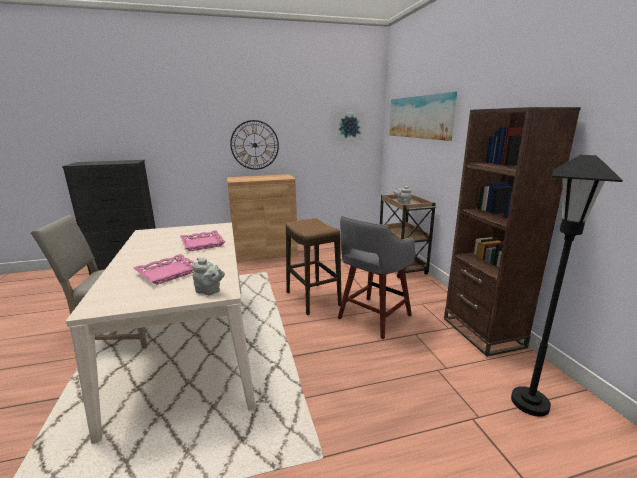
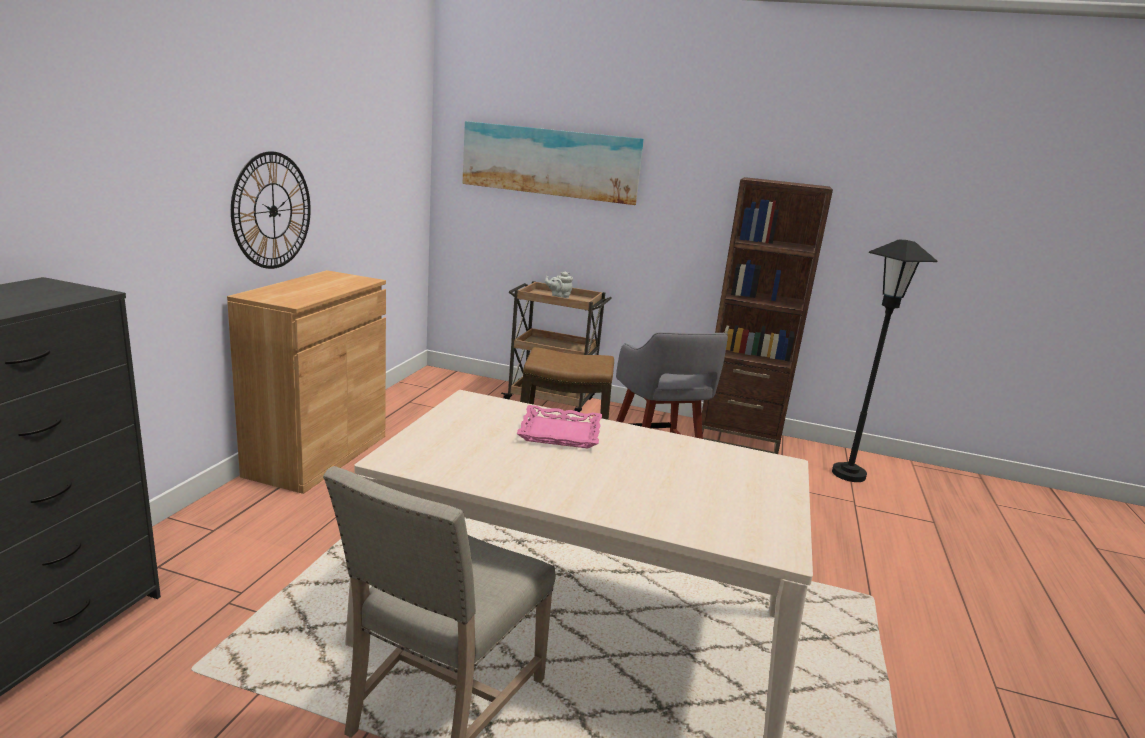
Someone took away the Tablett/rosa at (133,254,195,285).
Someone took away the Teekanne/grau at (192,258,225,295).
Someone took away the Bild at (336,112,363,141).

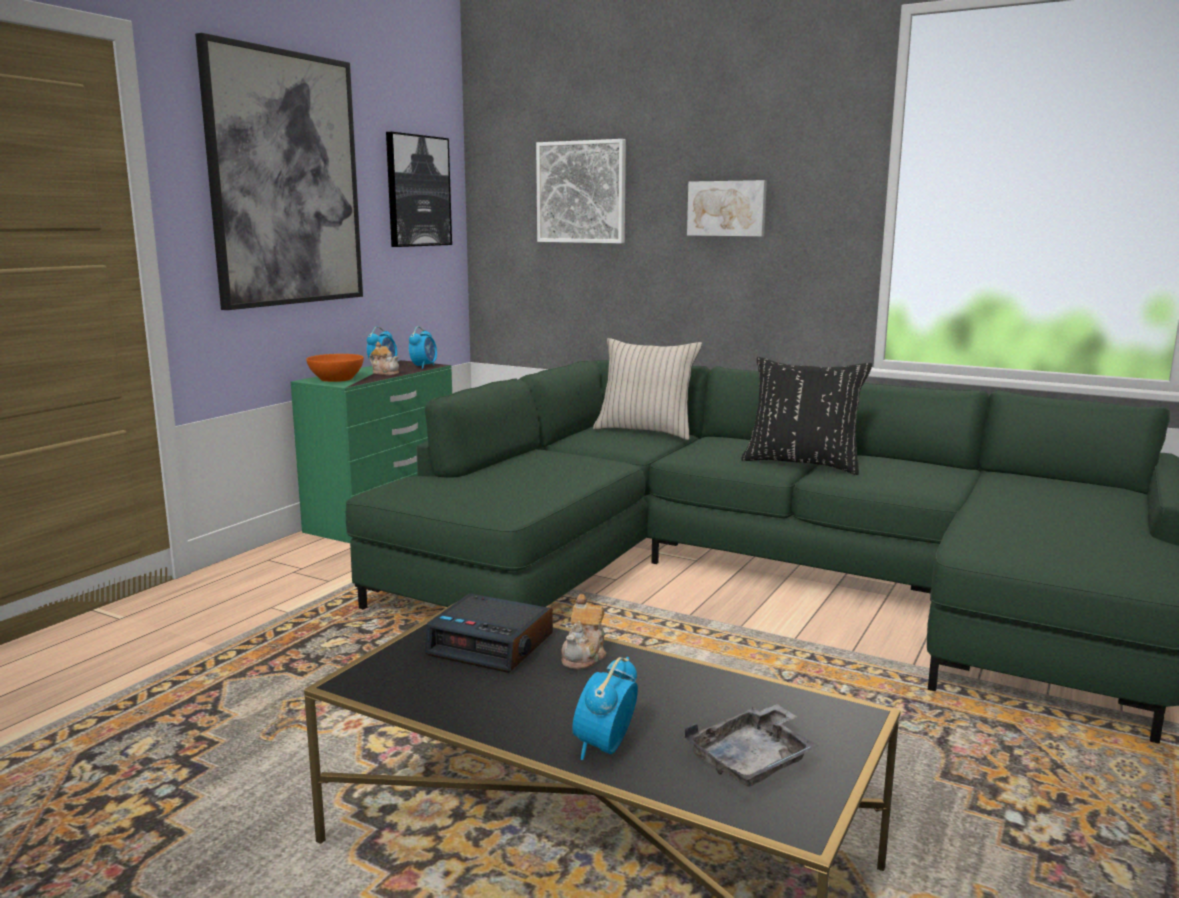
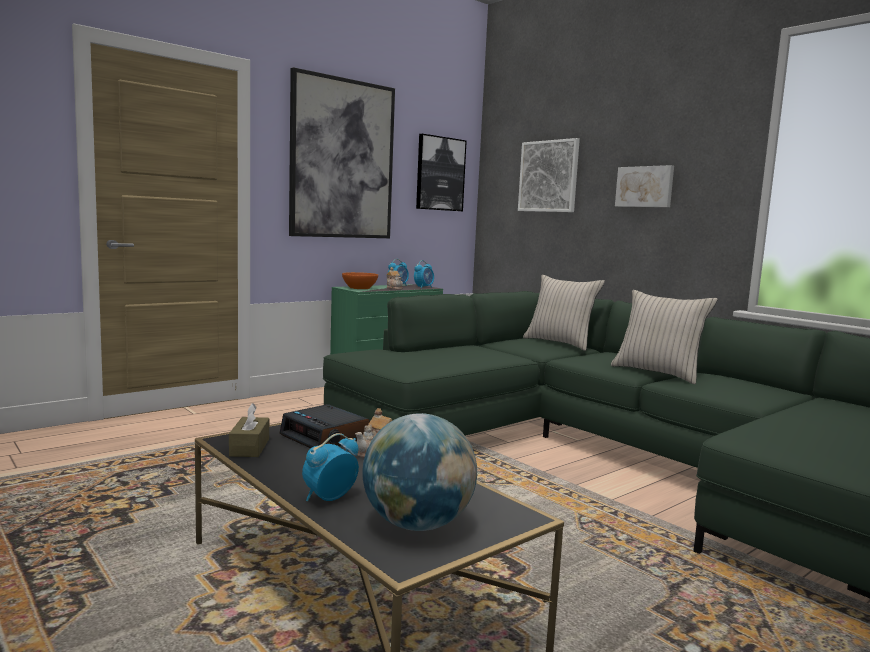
Someone swapped the Tablett/grau at (685,704,819,787) for the Globus at (362,413,477,531).
Someone repainted the Kissen/schwarz at (741,357,872,475), which became the Kissen/beige at (611,290,718,384).
Someone put down the Taschentuchbox/braun at (229,403,269,457).

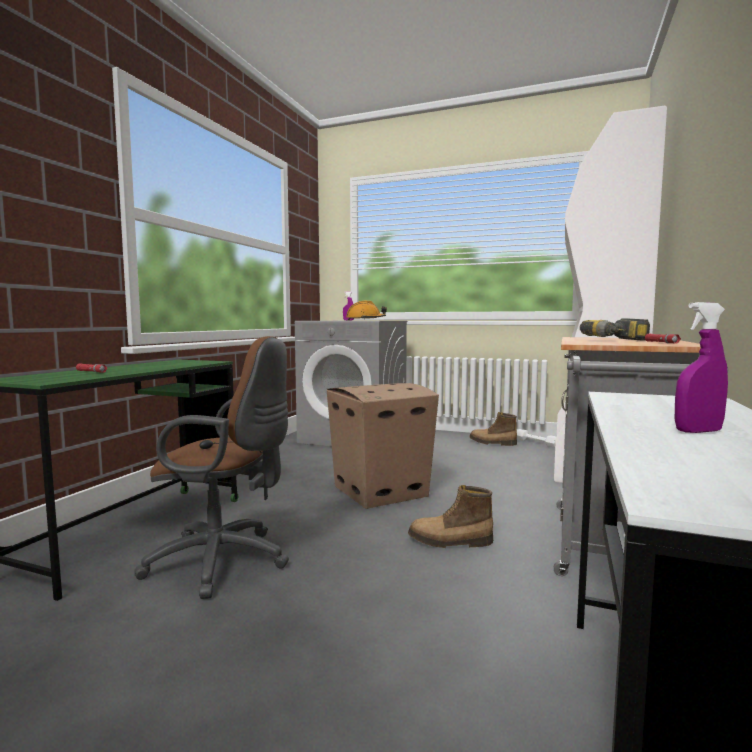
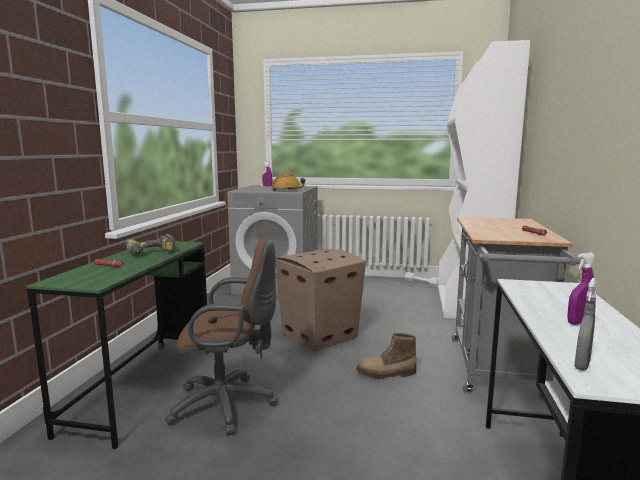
Someone took away the Stiefel at (469,412,517,446).
Someone carried the Bohrmaschine from (580,318,650,341) to (125,234,176,254).
Someone put down the Sprühflasche/grau at (574,278,597,370).

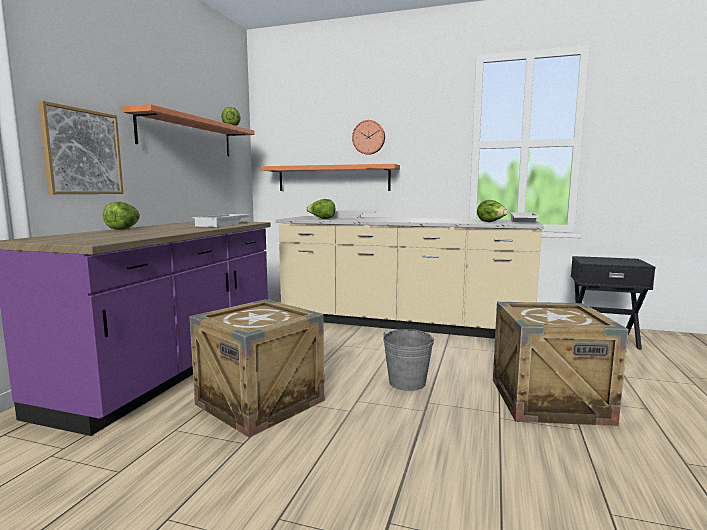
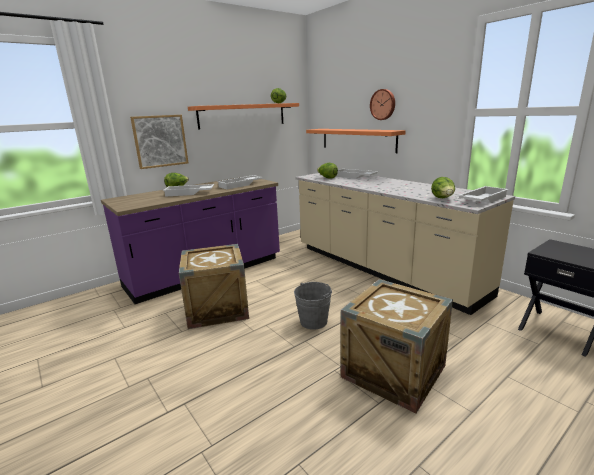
Someone put down the Tablett/weiß at (163,184,214,197).

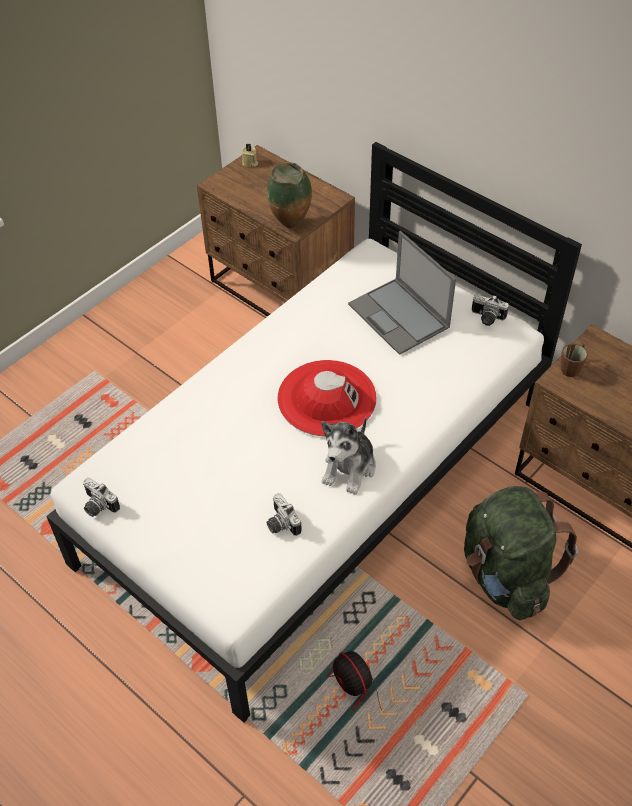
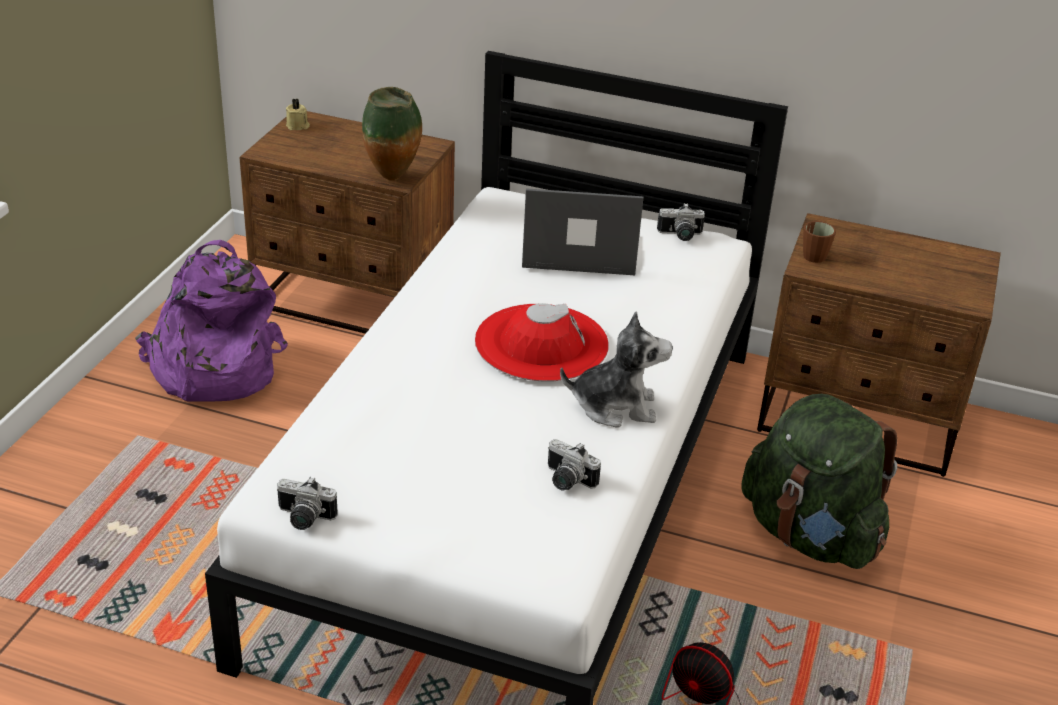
Someone rotated the Plüschtier at (321,417,376,495) by 90 degrees counterclockwise.
Someone rotated the Laptop at (348,231,456,355) by 150 degrees clockwise.
Someone put down the Rucksack/lila at (135,240,288,402).

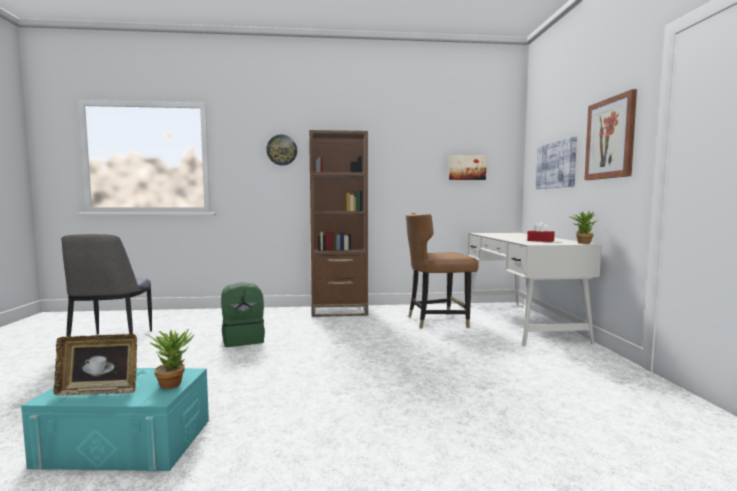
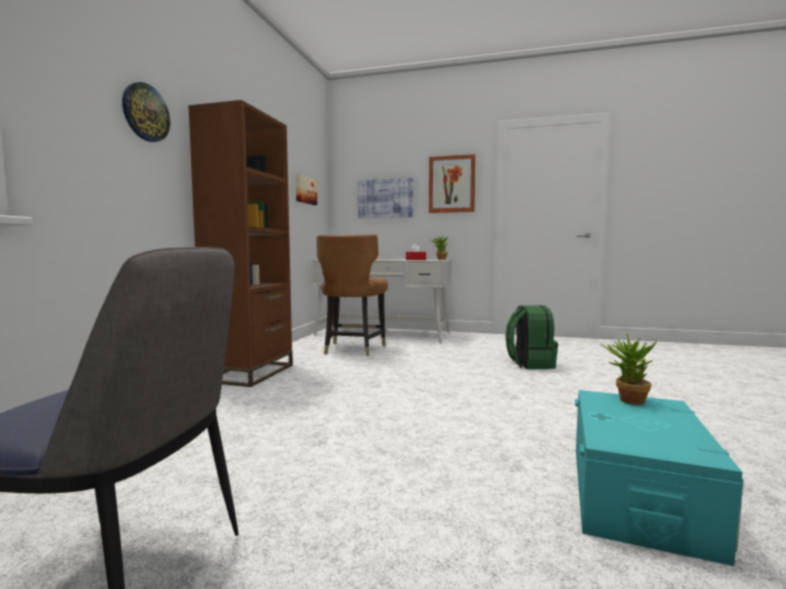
Someone took away the Bilderrahmen at (54,334,137,396).
Someone carried the Rucksack/grün from (221,282,265,347) to (505,305,558,369).

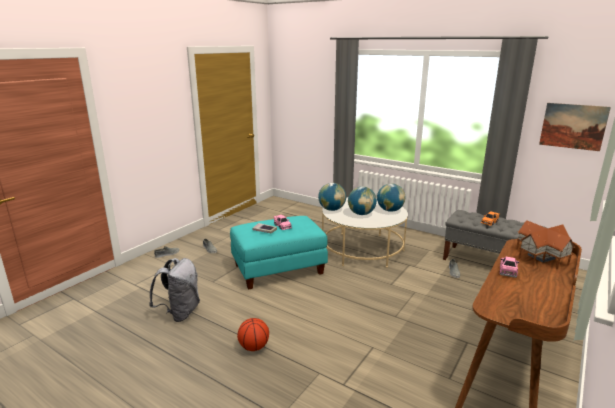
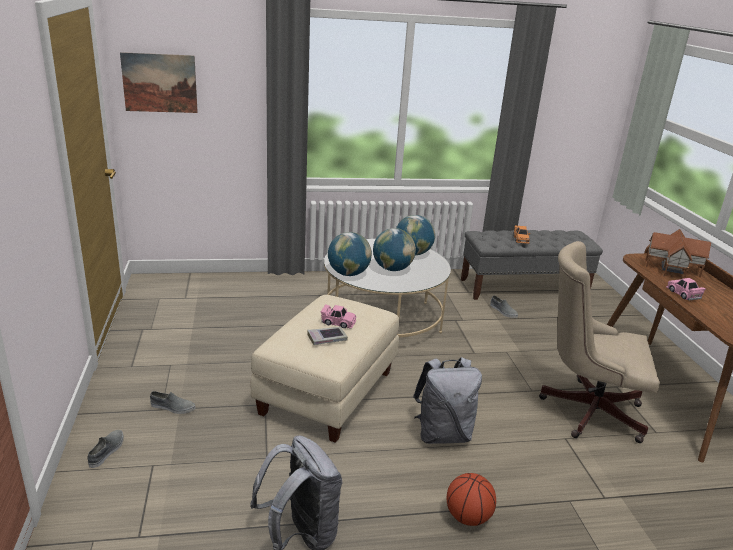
Someone repainted the Polsterhocker/türkis at (230,216,328,290), which became the Polsterhocker/beige at (251,295,399,443).
Someone carried the Bild from (539,103,611,151) to (120,52,198,113).
Someone put down the Rucksack/grau at (413,357,482,444).
Someone put down the Bürostuhl/beige at (539,241,660,443).

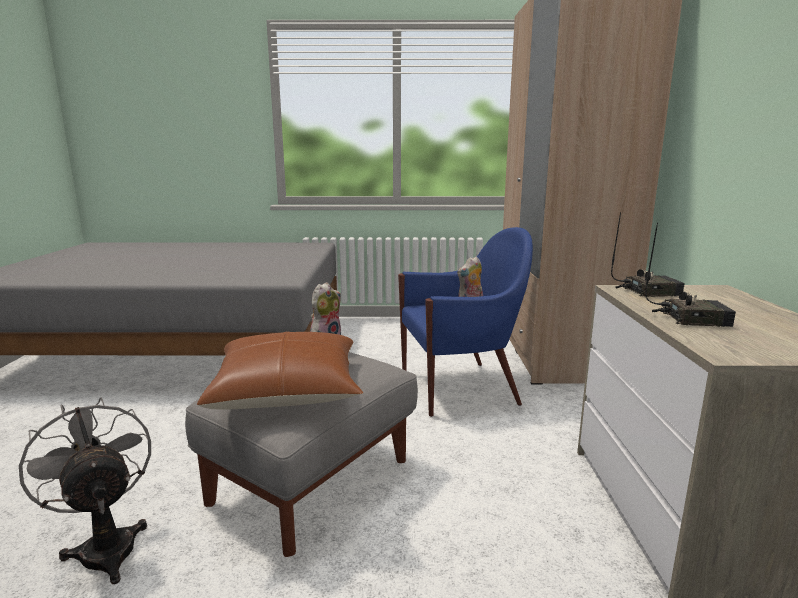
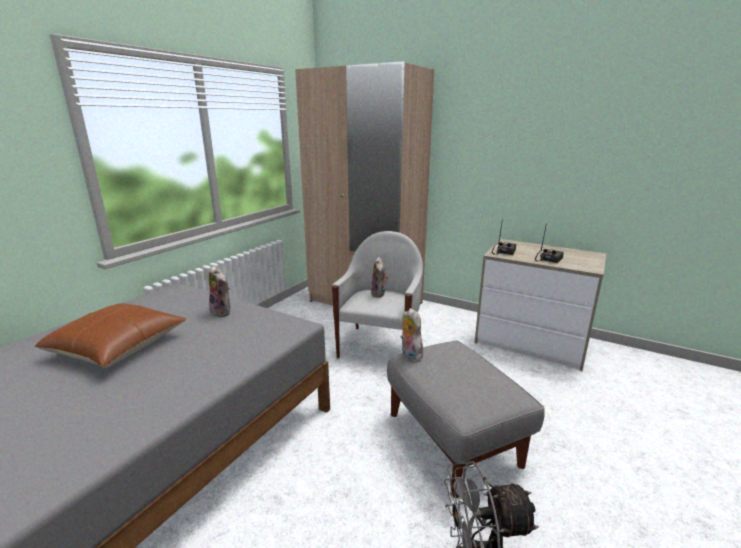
Someone carried the Kissen/braun from (197,332,363,410) to (35,303,187,368).
Someone repainted the Sessel/blau at (398,227,533,417), which became the Sessel/weiß at (332,231,423,358).
Someone put down the Plüschtier at (209,266,230,317).

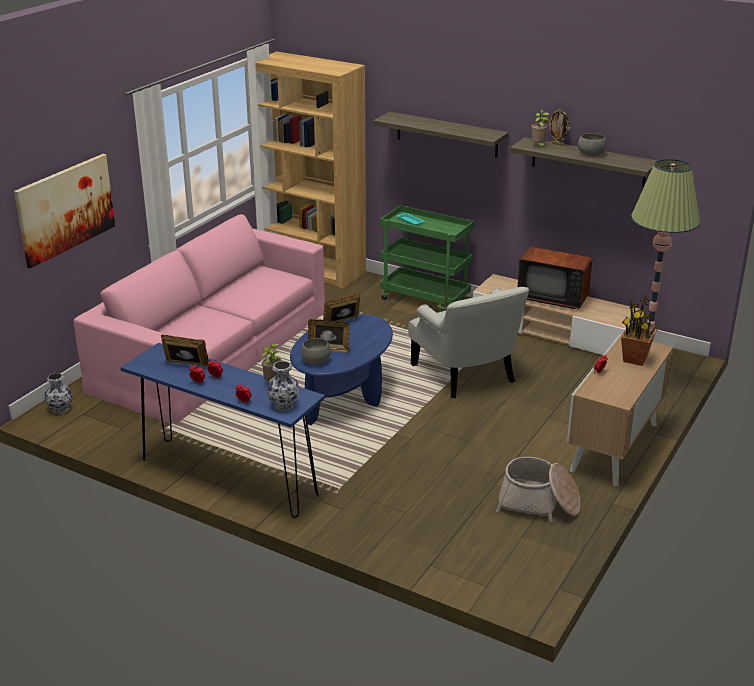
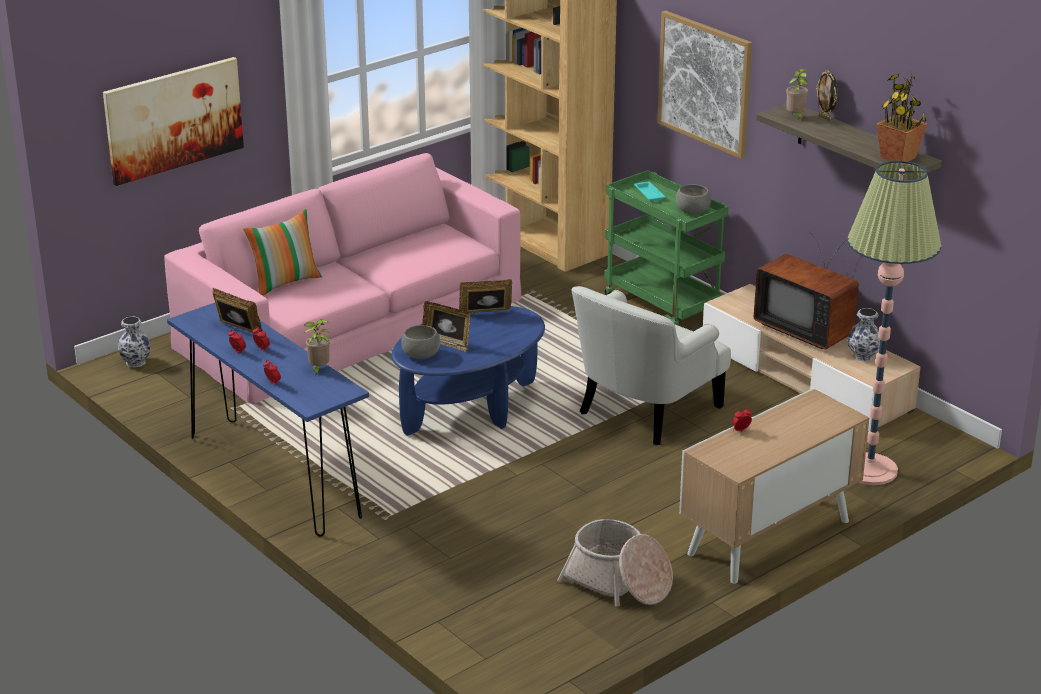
Someone carried the Vase from (267,361,299,411) to (848,308,880,362).
Someone swapped the Wandregal at (373,112,509,158) for the Bild at (657,11,752,159).
Someone rotated the Sessel/weiß at (408,287,529,398) by 45 degrees clockwise.
Someone carried the Schüssel/grau from (578,133,607,156) to (676,185,711,214).
Someone carried the Topfpflanze from (621,294,658,366) to (876,71,927,162).
Someone put down the Kissen at (243,209,322,296).

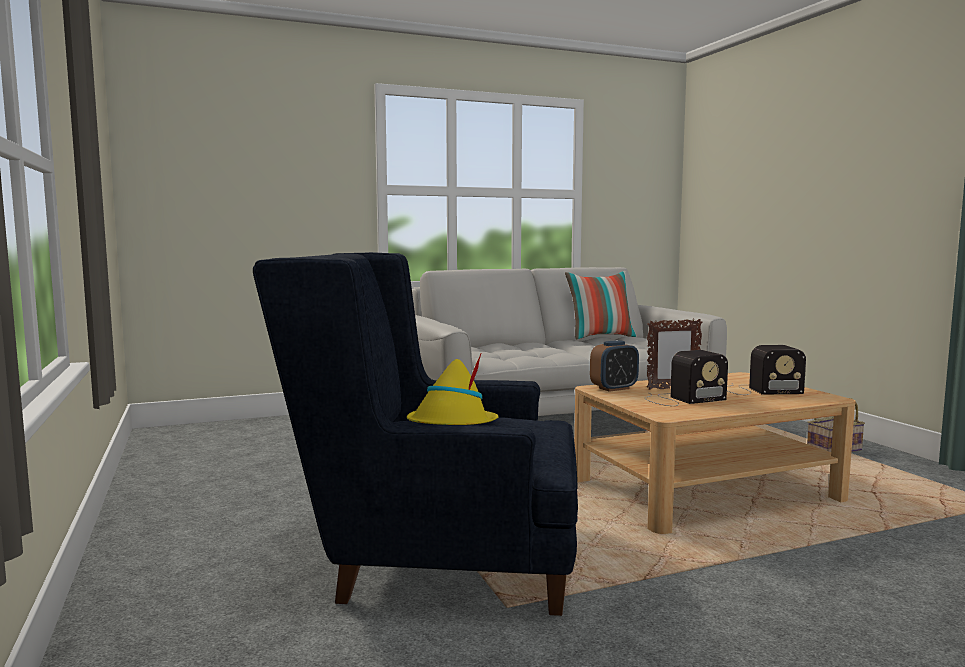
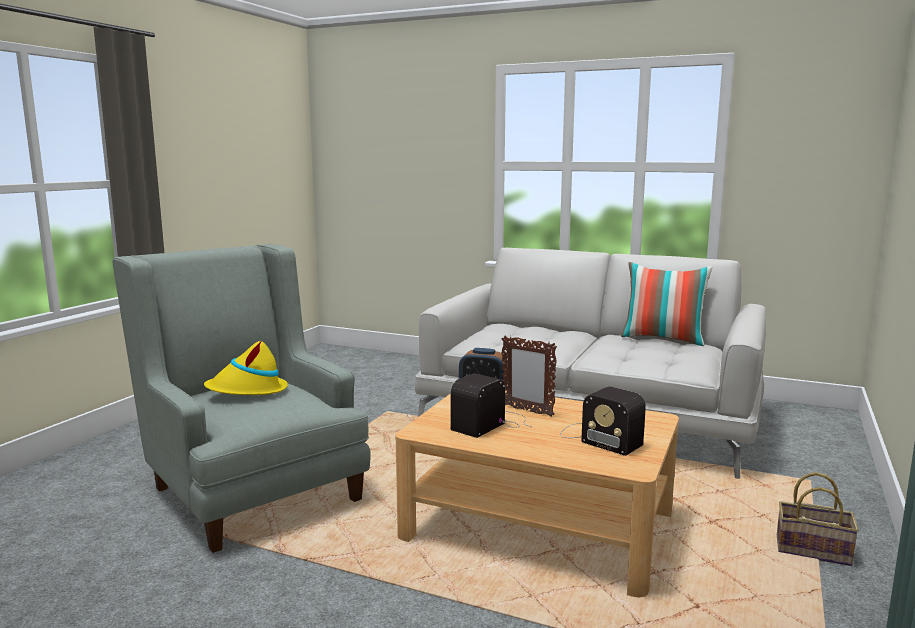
Someone repainted the Sessel/blau at (253,252,578,616), which became the Sessel/grau at (112,244,371,553).
Someone rotated the Radio at (645,350,728,406) by 105 degrees clockwise.

